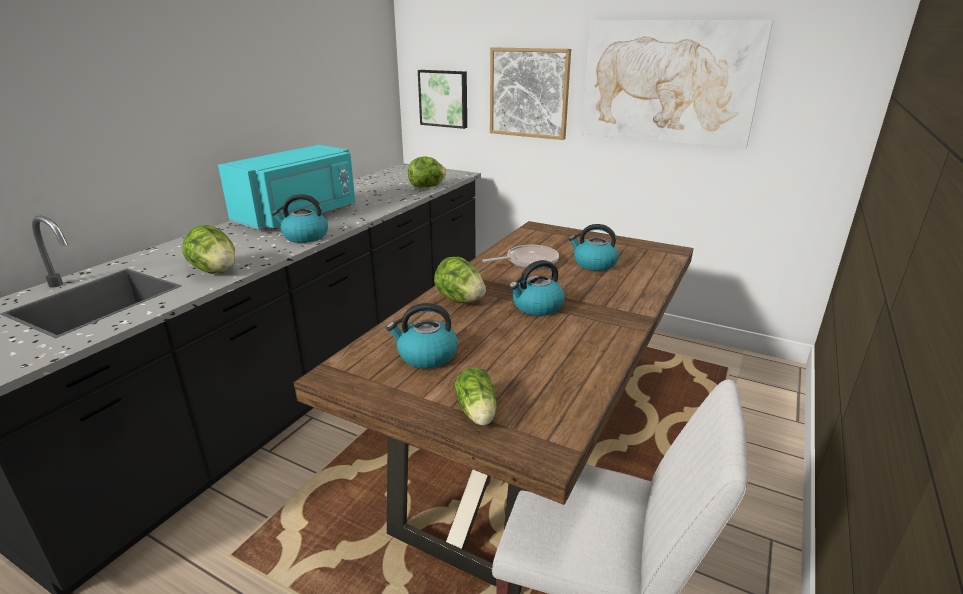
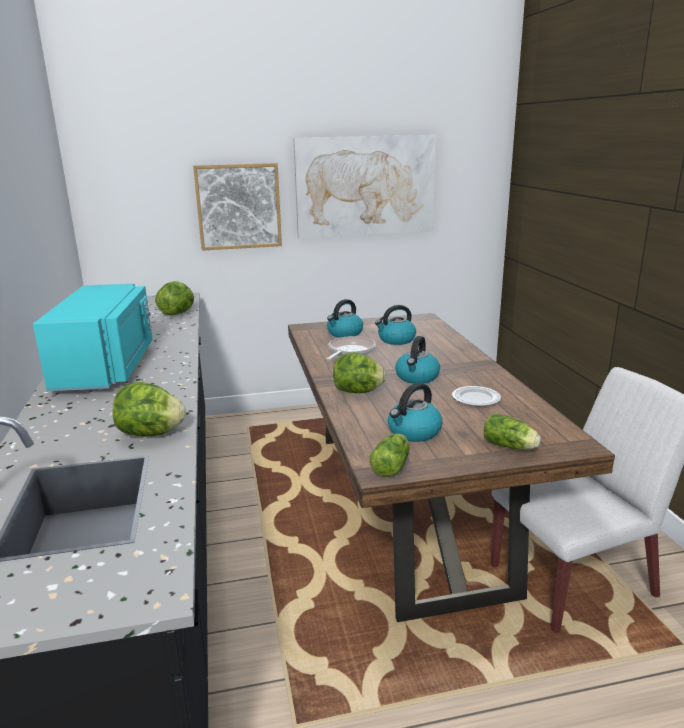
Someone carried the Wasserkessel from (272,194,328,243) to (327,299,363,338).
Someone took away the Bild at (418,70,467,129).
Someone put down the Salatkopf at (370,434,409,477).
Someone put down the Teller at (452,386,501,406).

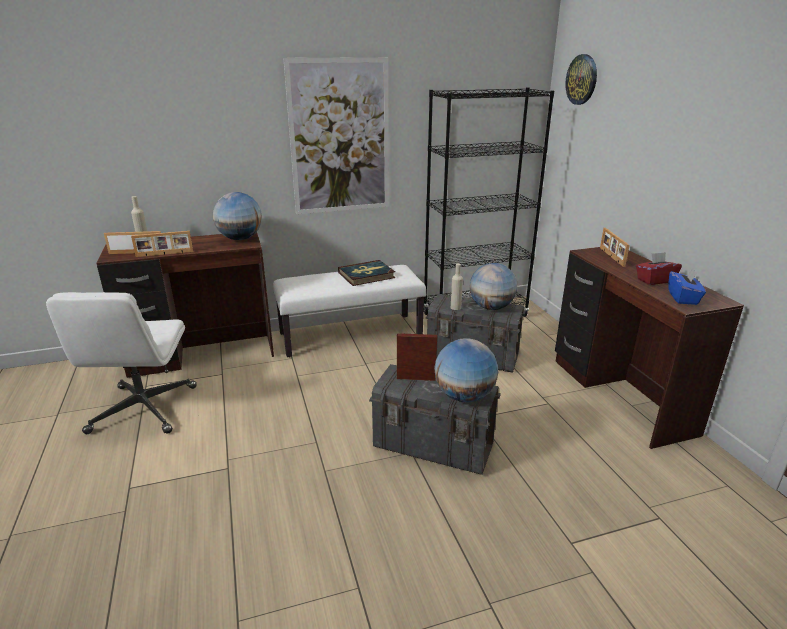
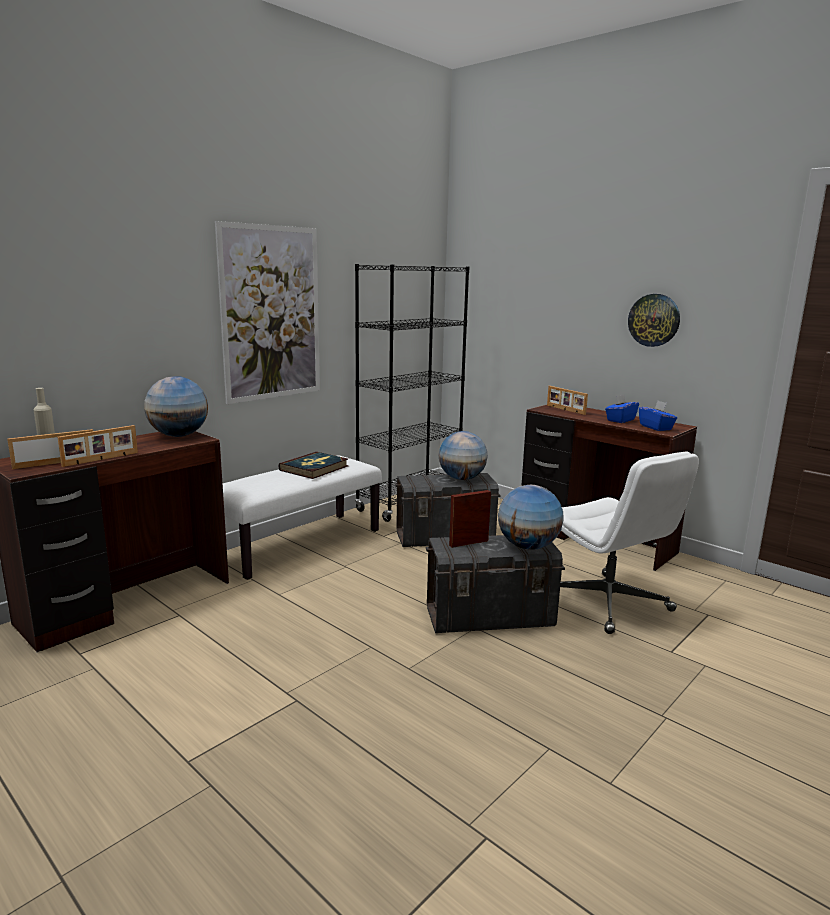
Someone carried the Bürostuhl/weiß from (46,292,197,434) to (560,451,699,634).
Someone took away the Flasche/beige at (451,264,463,310).
Someone carried the Wanduhr from (565,54,597,105) to (628,294,680,347).
Someone repainted the Taschentuchbox/rot at (636,252,682,285), which became the Taschentuchbox/blau at (605,394,639,423).

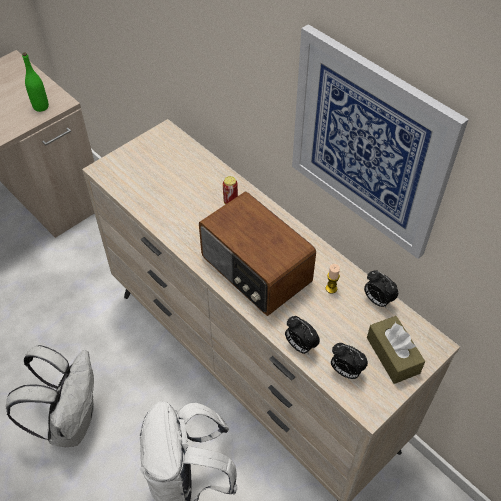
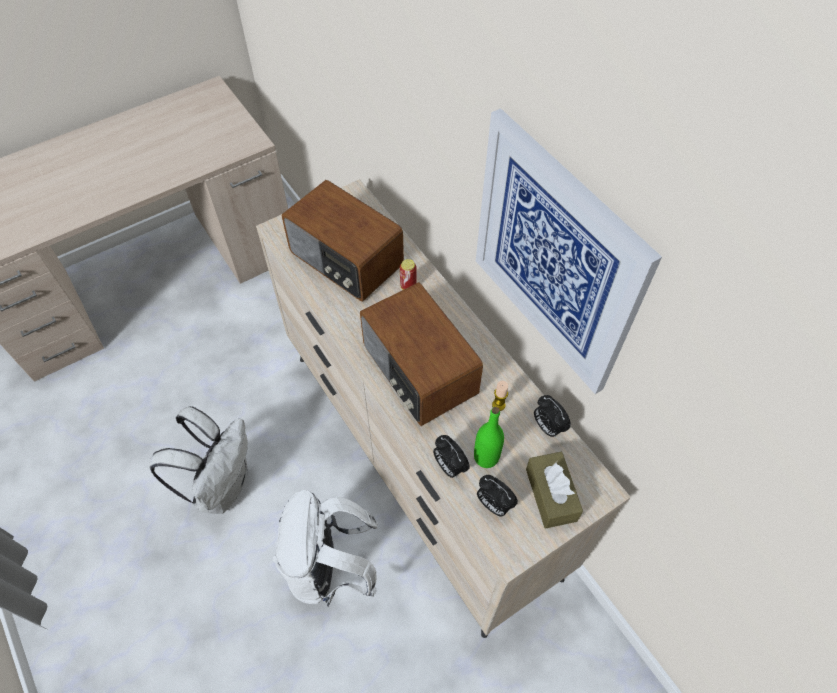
Someone carried the Flasche/grün from (22,52,49,112) to (474,407,504,468).
Someone put down the Radio at (282,180,404,302).

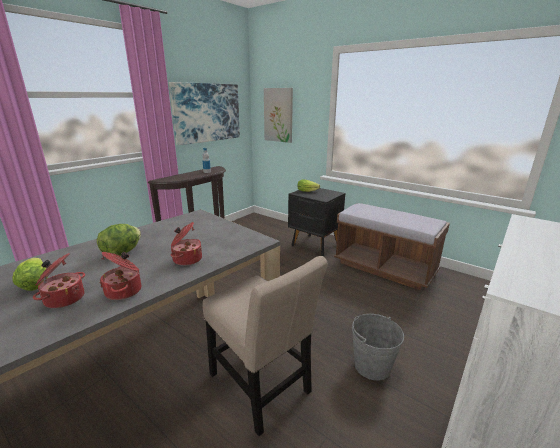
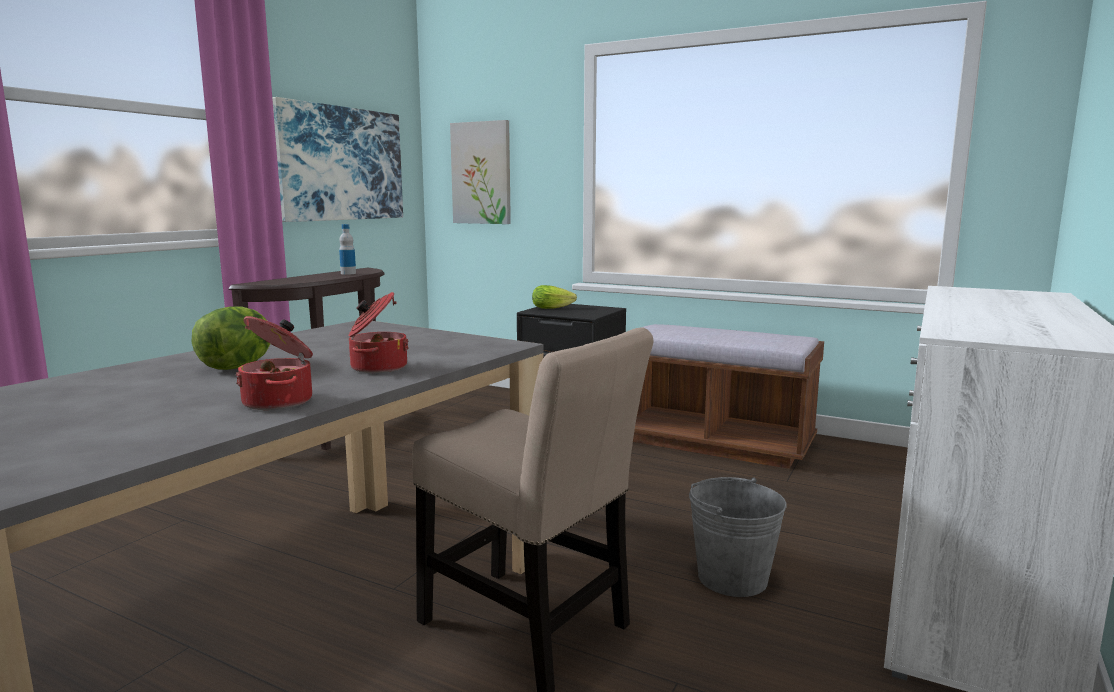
Someone took away the Salatkopf at (12,258,48,291).
Someone took away the Kochtopf at (33,253,85,308).

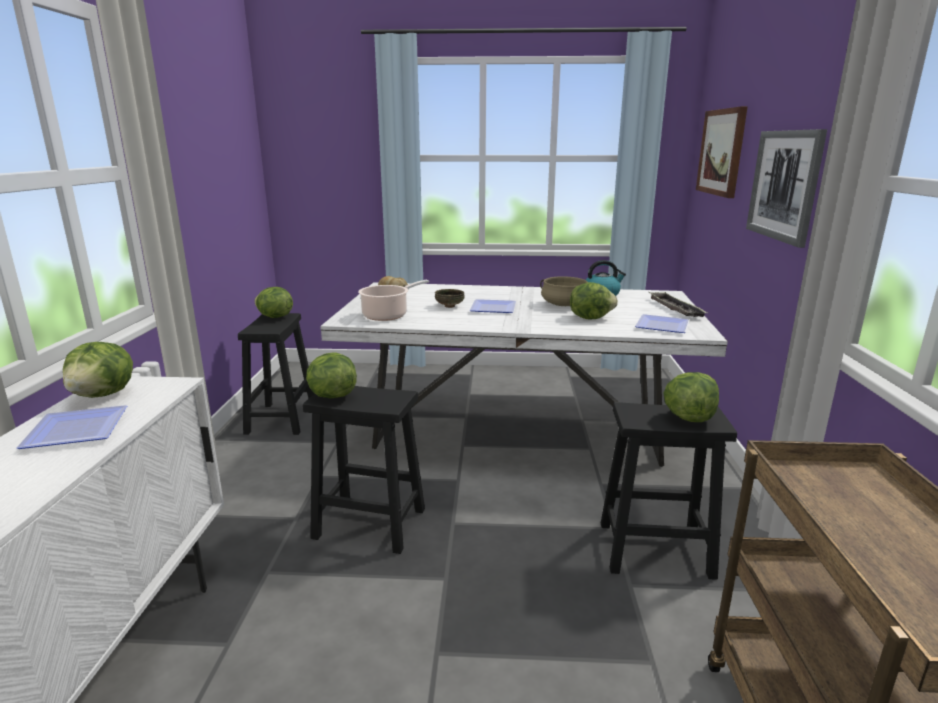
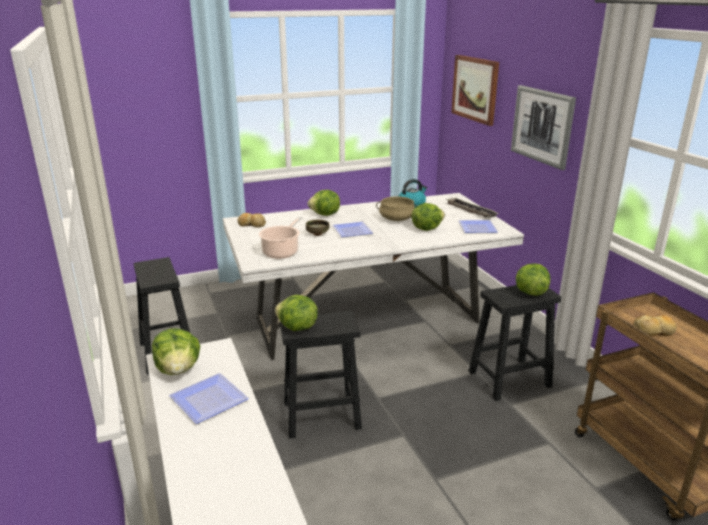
Someone carried the Salatkopf from (254,287,293,318) to (307,190,340,216).
Someone put down the Brot at (633,315,677,337).

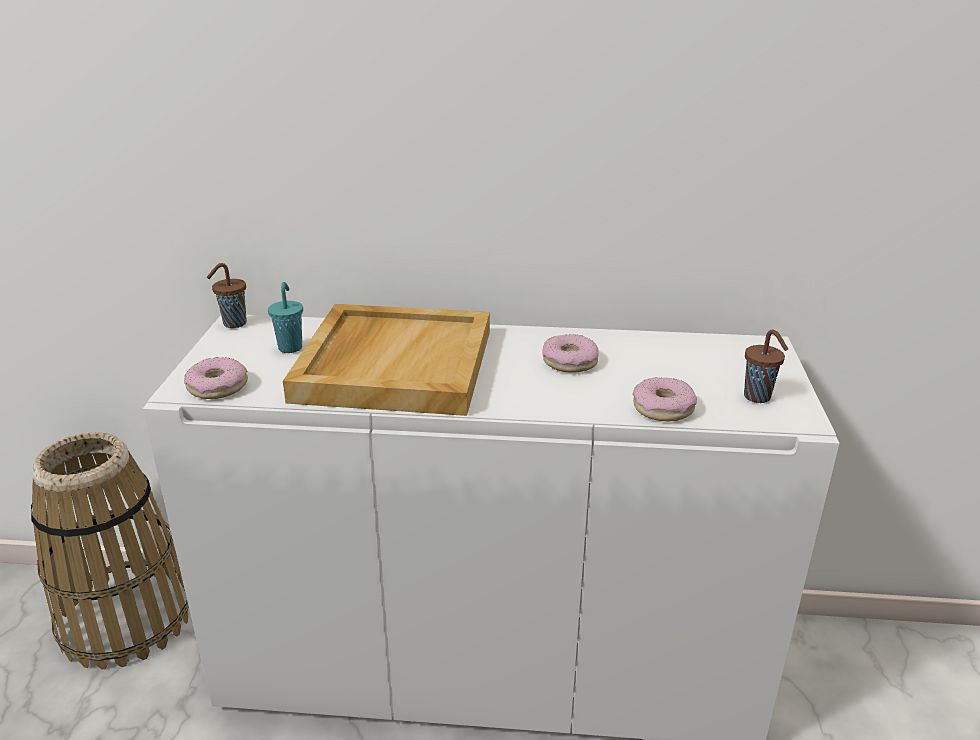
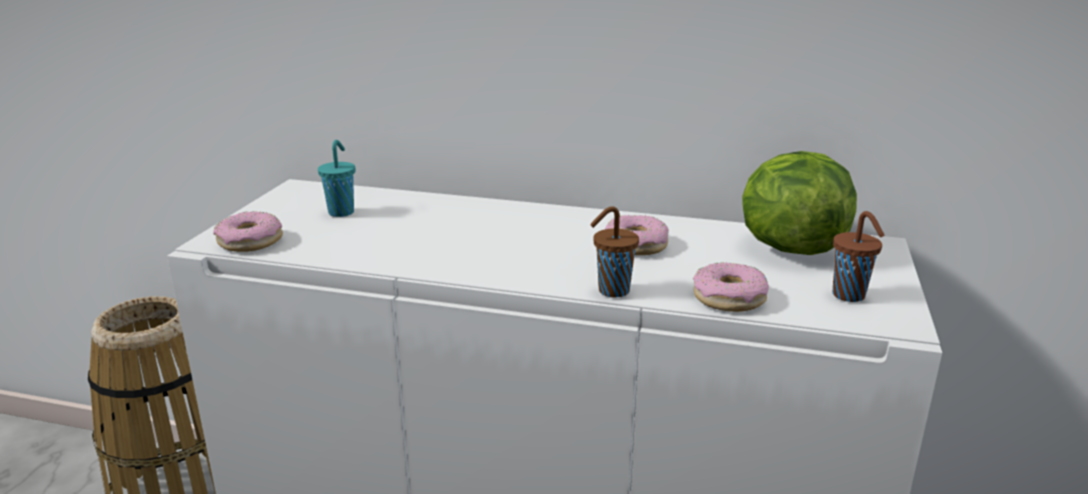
Someone carried the Tasse/braun from (207,263,247,328) to (590,206,639,298).
Someone took away the Tablett/beige at (283,304,490,416).
Someone put down the Salatkopf at (742,151,857,255).

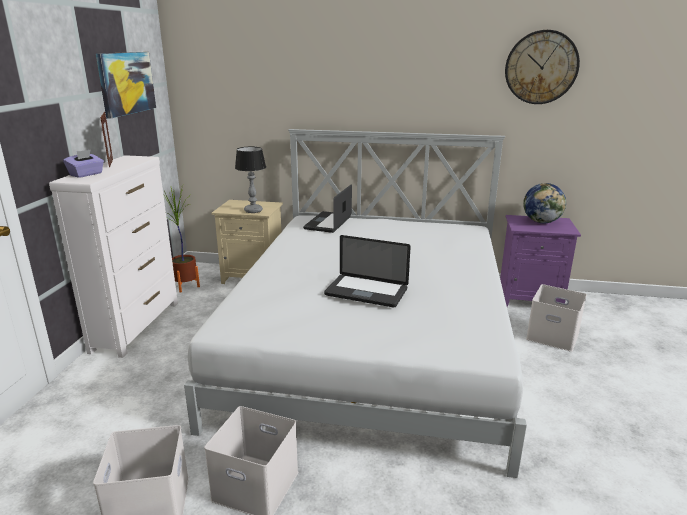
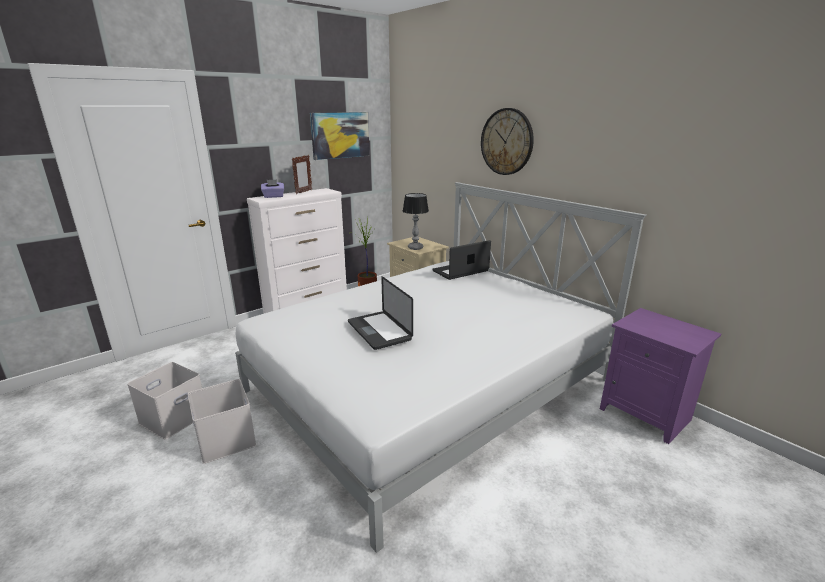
Someone carried the Wanduhr from (505,30,580,104) to (481,108,534,175).
Someone took away the Globus at (523,183,566,224).
Someone took away the Aufbewahrungsbox/weiß at (526,284,587,352).

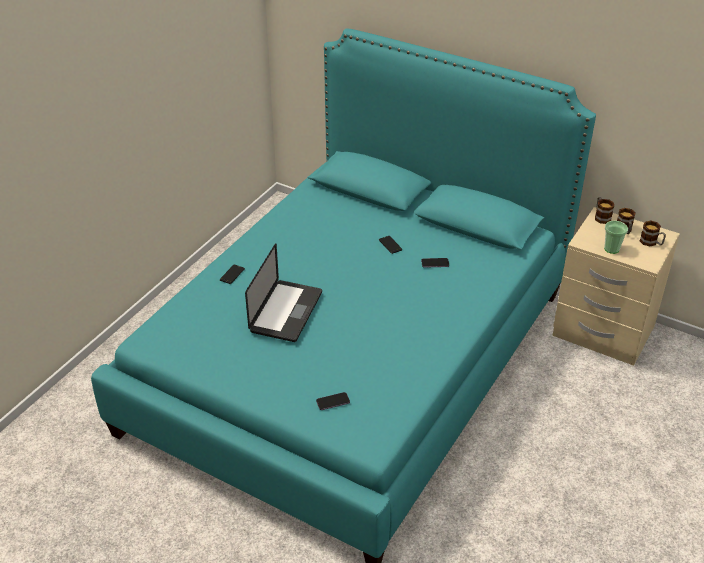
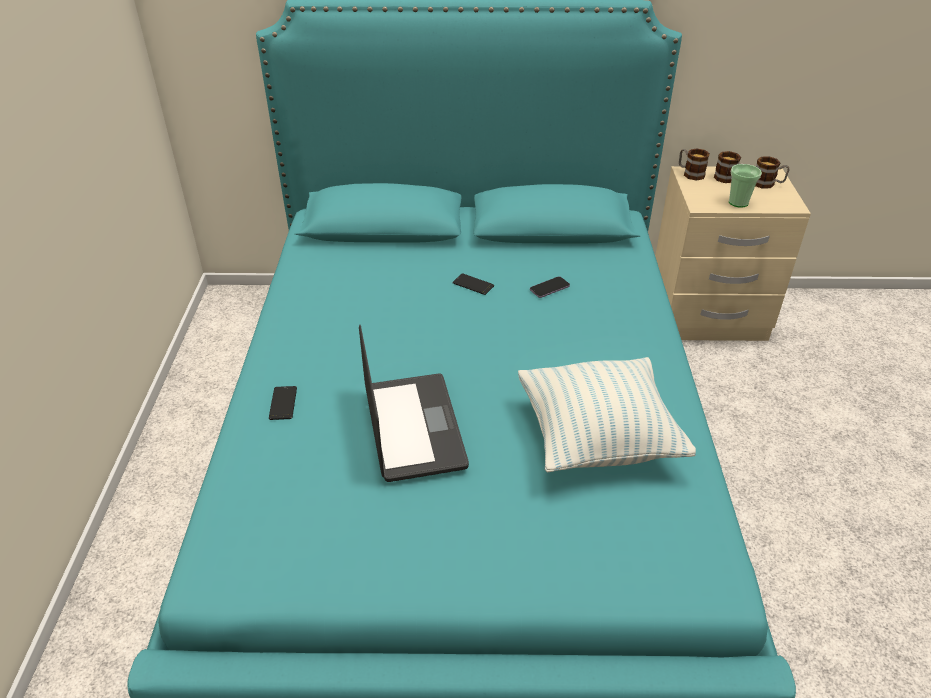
Someone took away the Handy at (316,392,350,410).
Someone put down the Kissen at (518,357,696,473).

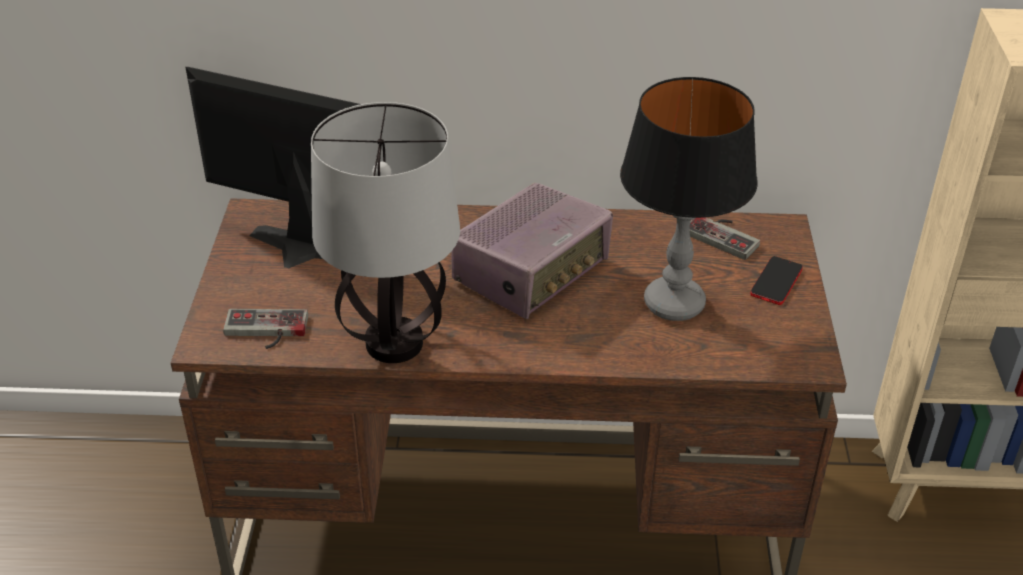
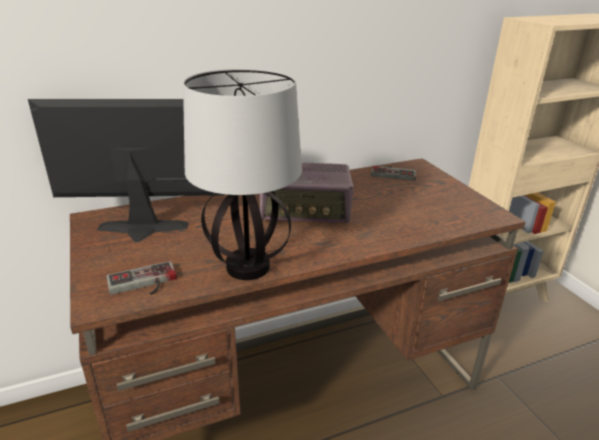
Someone rotated the Radio at (451,183,613,319) by 75 degrees clockwise.
Someone took away the Tischlampe at (620,77,758,321).
Someone took away the Handy at (750,256,803,305).

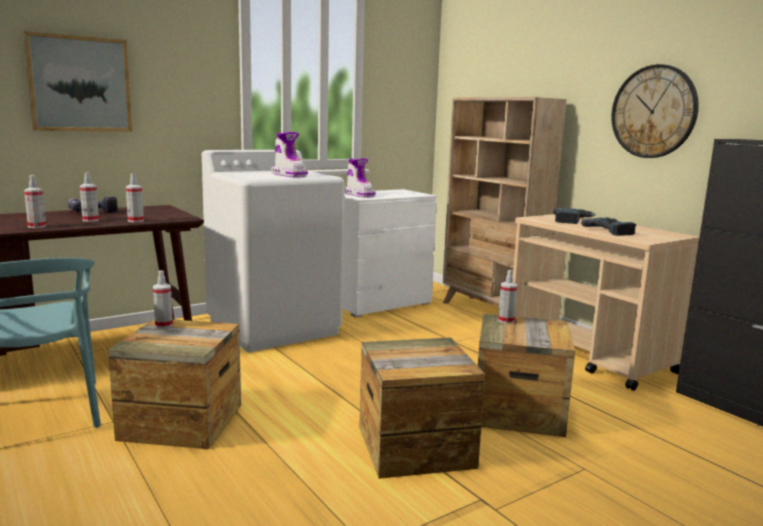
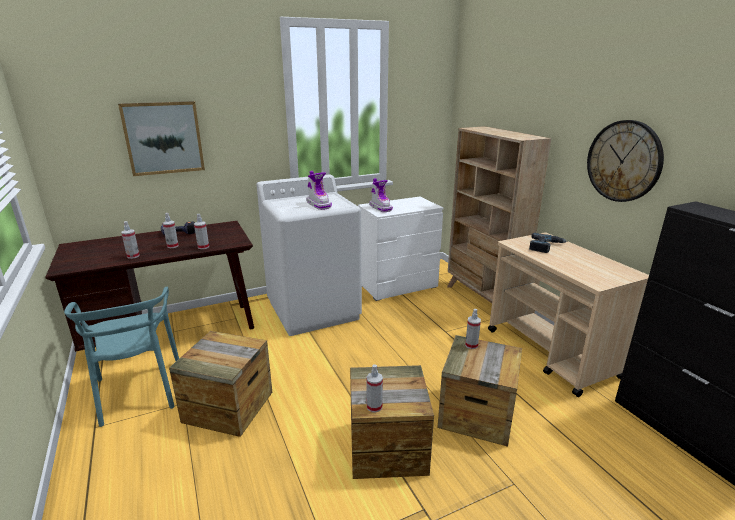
Someone carried the Sprühflasche from (153,270,173,328) to (367,364,383,413).
Someone took away the Bohrmaschine at (581,218,636,236).

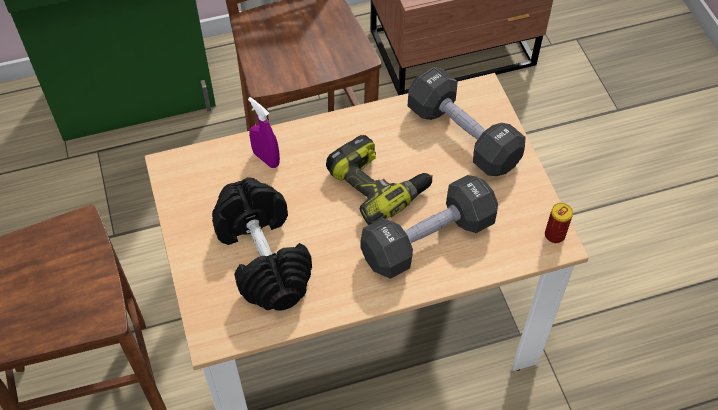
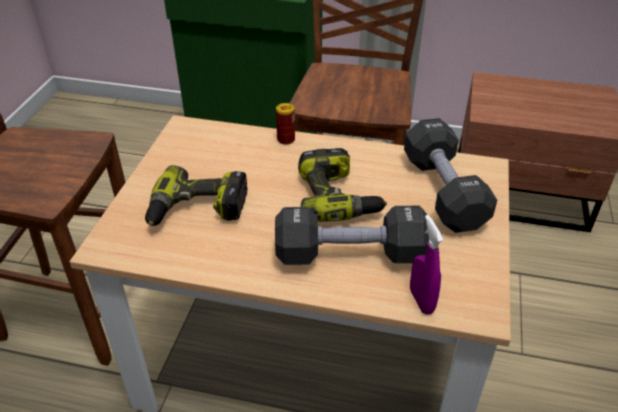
Someone swapped the Hantel/schwarz at (212,177,312,311) for the Bohrmaschine at (145,165,247,226).
Someone carried the Sprühflasche/lila from (248,97,280,168) to (410,215,443,314).
Someone carried the Dose from (545,203,573,243) to (276,103,295,145).

